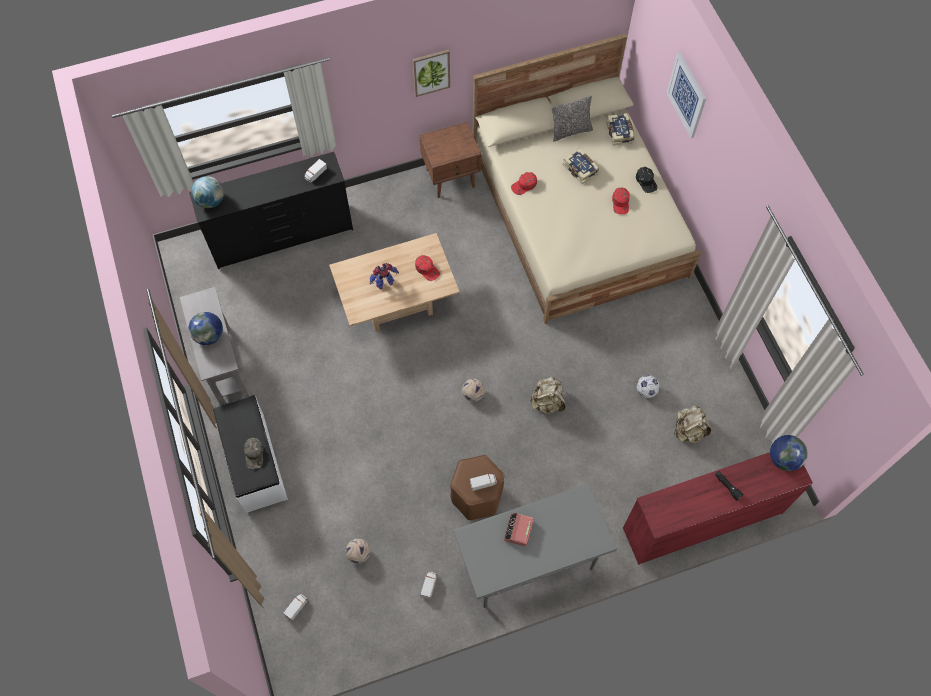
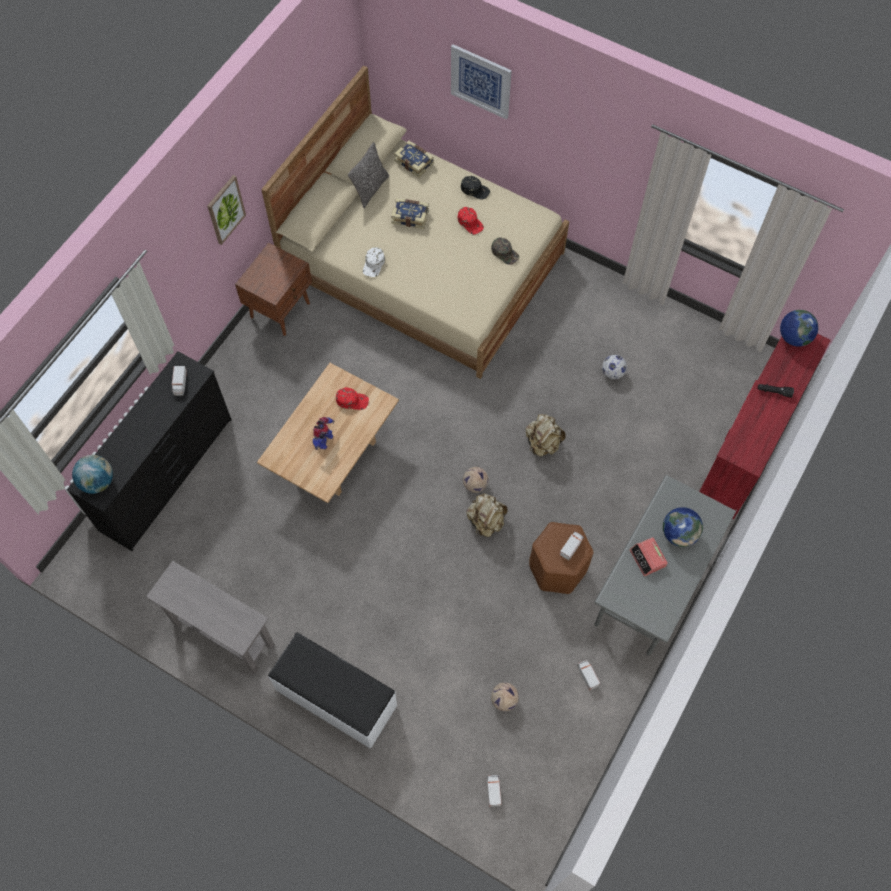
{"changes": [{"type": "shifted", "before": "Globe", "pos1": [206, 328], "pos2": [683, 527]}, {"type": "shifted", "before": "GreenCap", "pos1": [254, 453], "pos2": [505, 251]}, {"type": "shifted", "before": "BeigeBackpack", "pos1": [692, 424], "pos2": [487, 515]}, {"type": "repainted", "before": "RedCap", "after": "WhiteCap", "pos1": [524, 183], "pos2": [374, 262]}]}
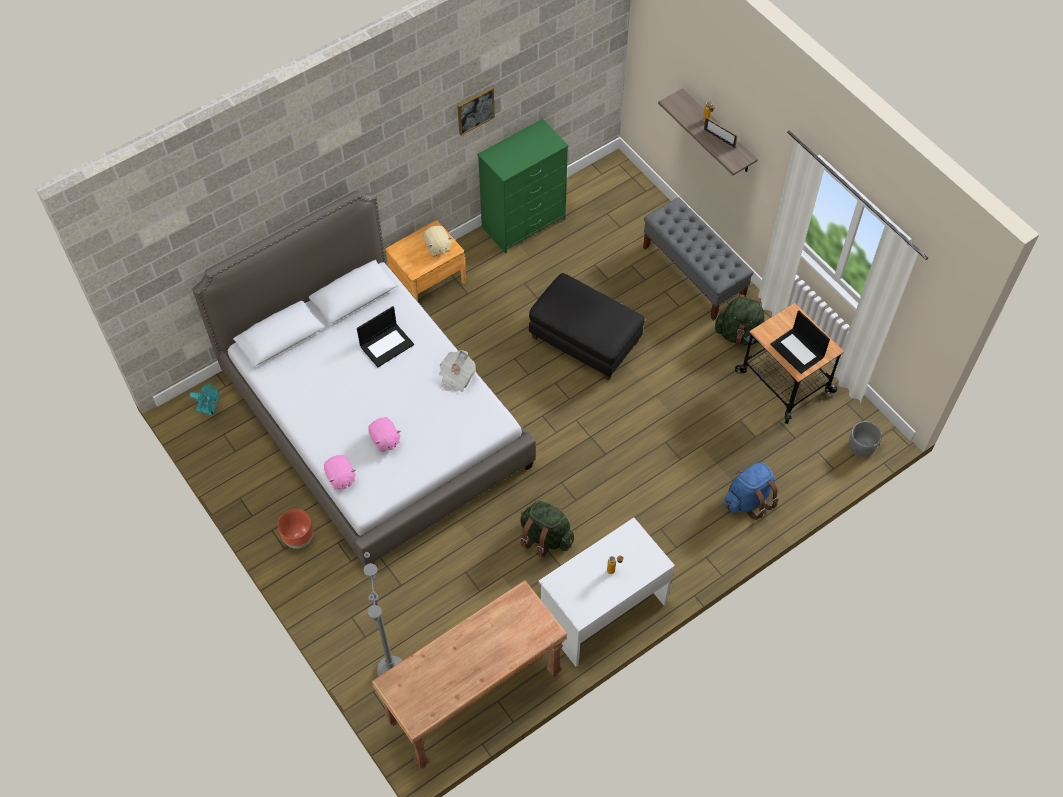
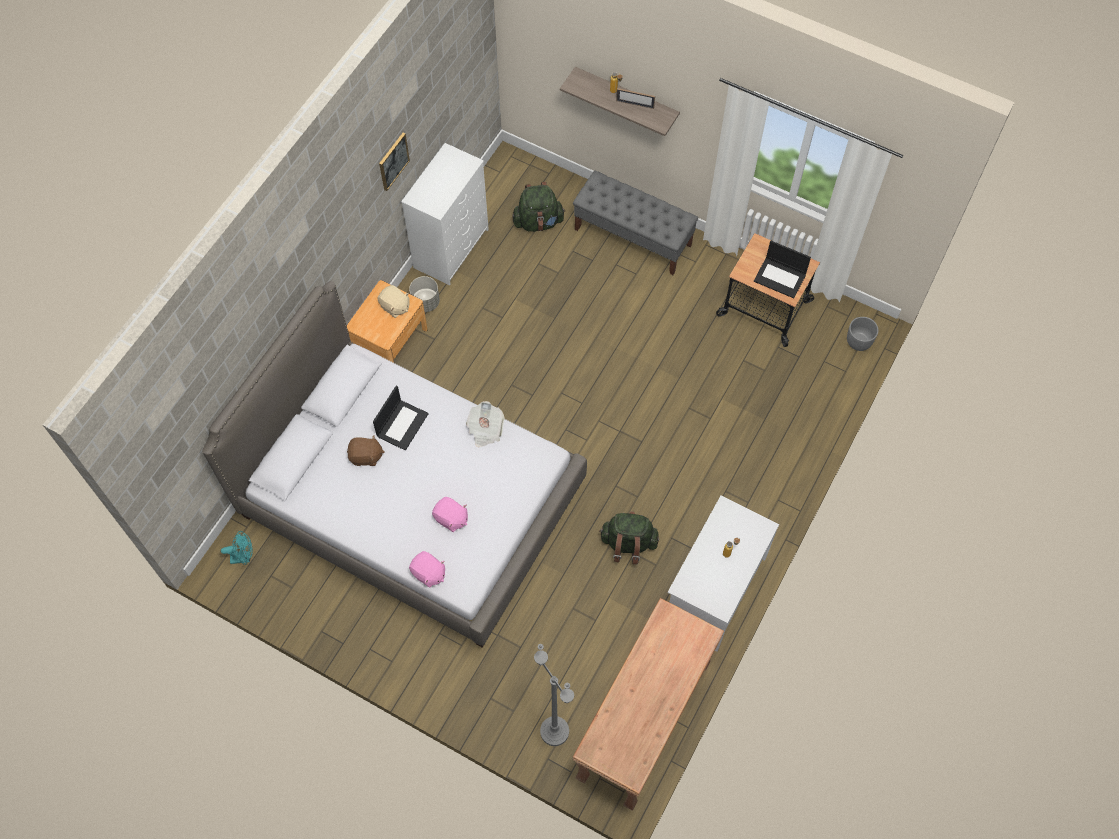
{"changes": [{"type": "gone", "before": "BrownPlanter", "pos1": [295, 529]}, {"type": "gone", "before": "BlackOttoman", "pos1": [586, 327]}, {"type": "gone", "before": "BlueBackpack", "pos1": [751, 491]}, {"type": "new", "after": "BrownPlushToy", "pos2": [366, 450]}, {"type": "new", "after": "GreyPlanter", "pos2": [424, 294]}, {"type": "shifted", "before": "GreenBackpack", "pos1": [740, 319], "pos2": [538, 207]}, {"type": "repainted", "before": "GreenDresser", "after": "WhiteDresser", "pos1": [523, 186], "pos2": [445, 214]}]}
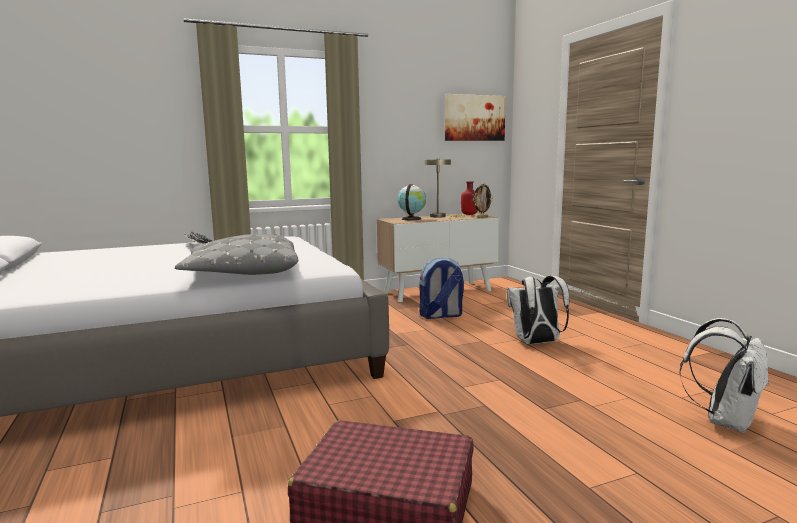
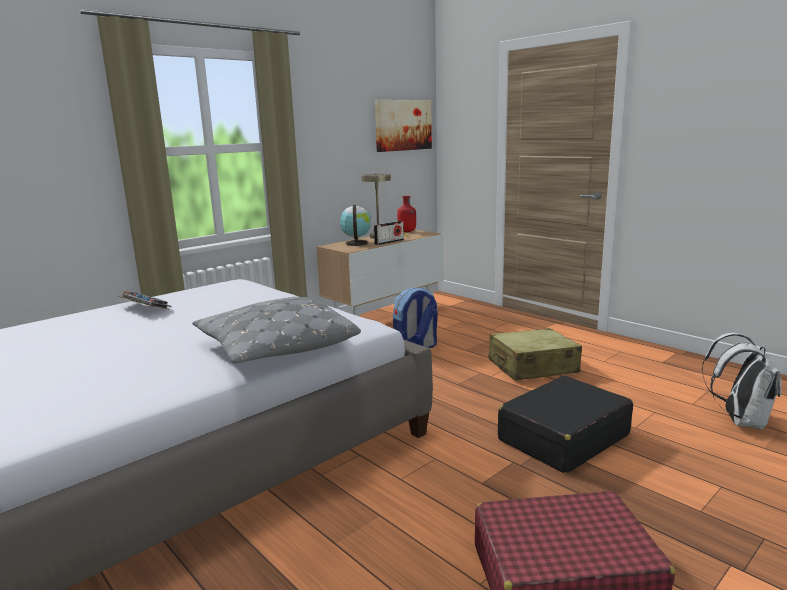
{"changes": [{"type": "gone", "before": "PictureFrame", "pos1": [483, 200]}, {"type": "new", "after": "Radio", "pos2": [389, 233]}, {"type": "new", "after": "BlackSuitcase", "pos2": [565, 424]}, {"type": "swapped", "before": "WhiteBackpack", "after": "BeigeSuitcase", "pos1": [538, 310], "pos2": [535, 354]}]}
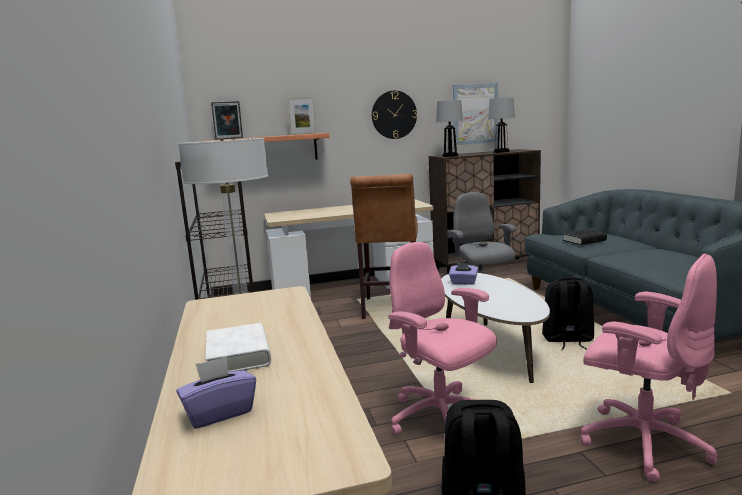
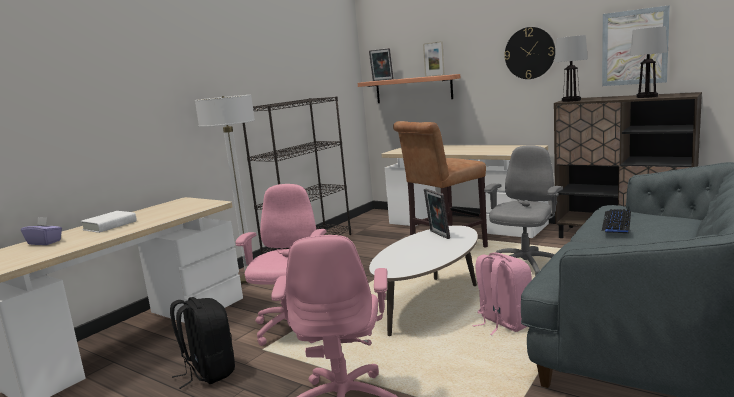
{"changes": [{"type": "swapped", "before": "PurpleTissueBox", "after": "PictureFrame", "pos1": [463, 274], "pos2": [437, 214]}, {"type": "swapped", "before": "BlackBook", "after": "Keyboard", "pos1": [585, 237], "pos2": [616, 221]}, {"type": "repainted", "before": "BlackBackpack", "after": "PinkBackpack", "pos1": [568, 313], "pos2": [502, 293]}]}
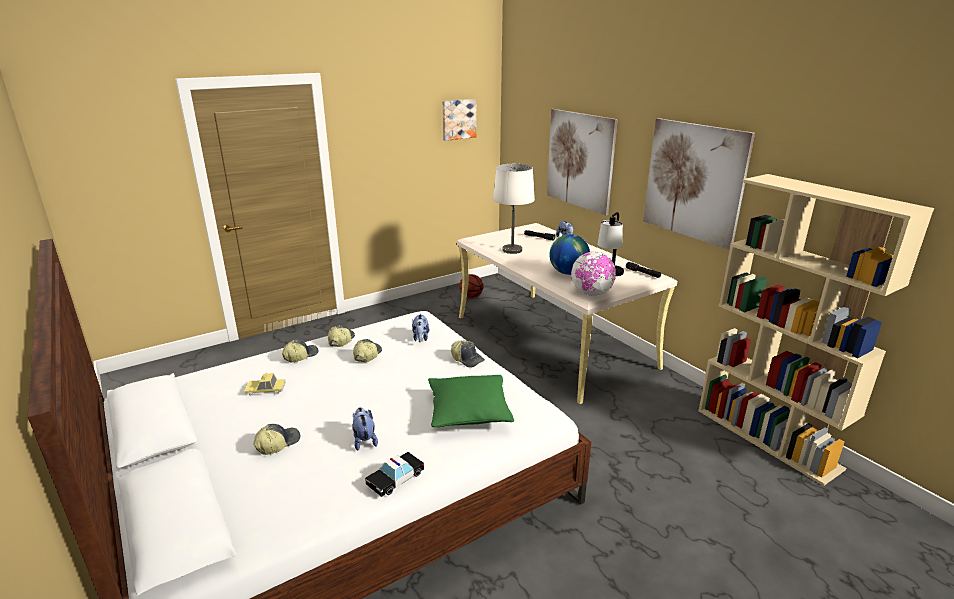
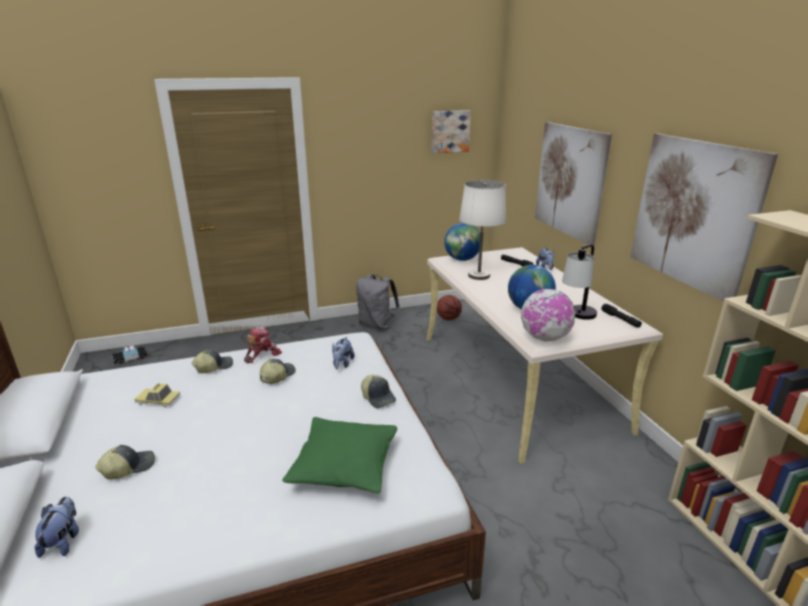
{"changes": [{"type": "new", "after": "GreyBackpack", "pos2": [378, 302]}, {"type": "new", "after": "Globe", "pos2": [462, 242]}, {"type": "shifted", "before": "PlushToy", "pos1": [365, 428], "pos2": [56, 527]}, {"type": "shifted", "before": "ToyCar", "pos1": [394, 474], "pos2": [129, 355]}, {"type": "swapped", "before": "Cap", "after": "ToyRobot", "pos1": [341, 336], "pos2": [263, 344]}]}
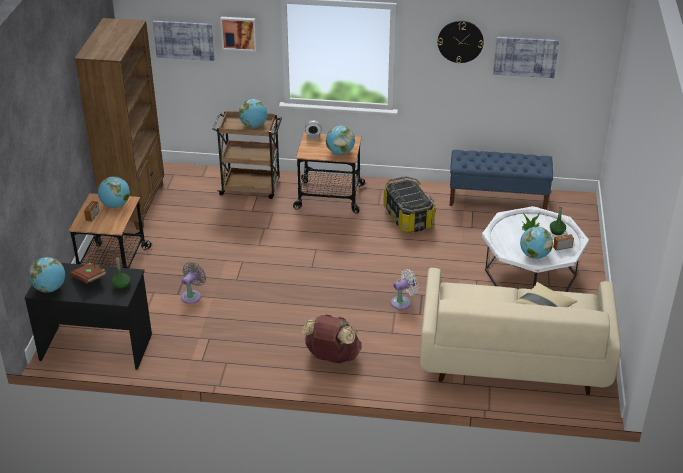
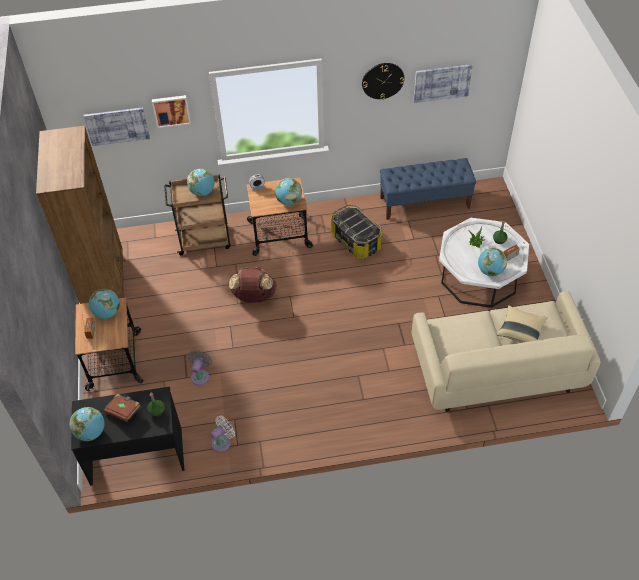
{"changes": [{"type": "shifted", "before": "BrownBackpack", "pos1": [332, 338], "pos2": [253, 285]}, {"type": "shifted", "before": "WhiteFan", "pos1": [404, 289], "pos2": [223, 433]}]}
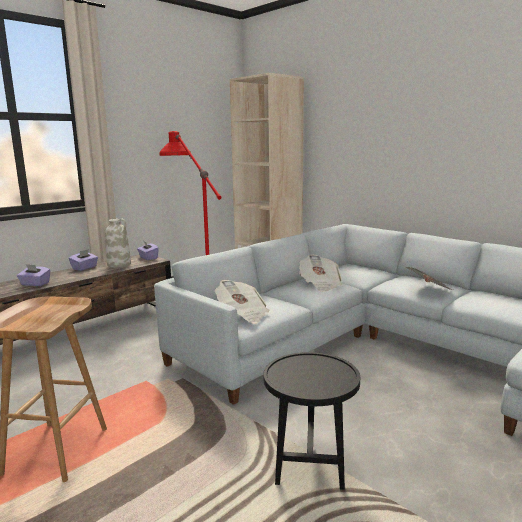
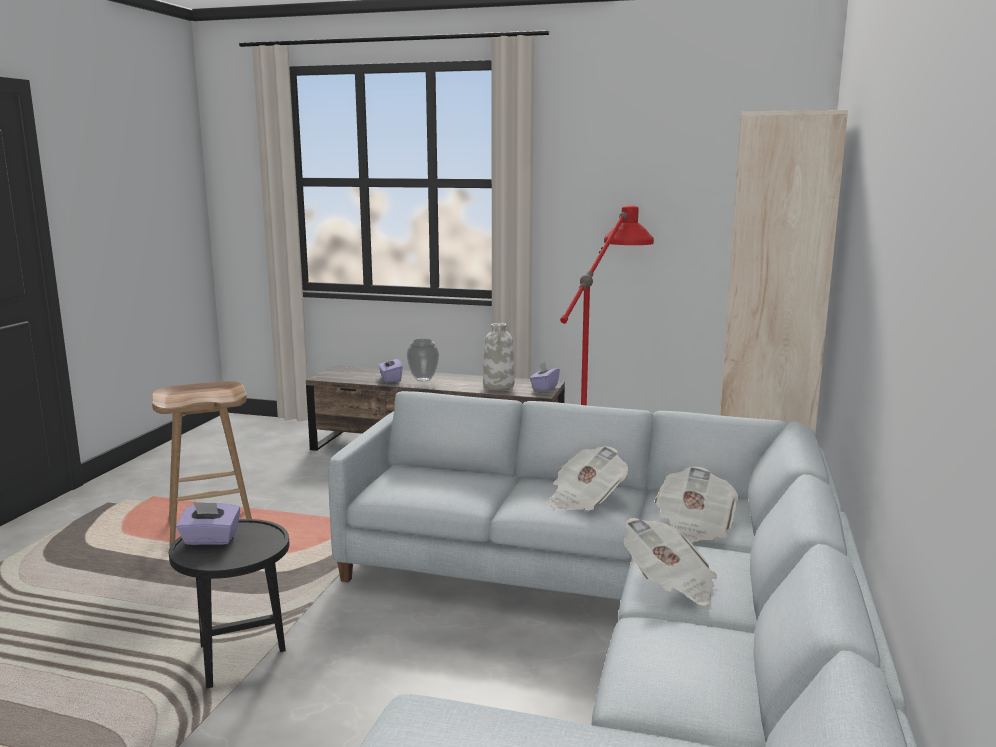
{"changes": [{"type": "new", "after": "Vase", "pos2": [423, 360]}, {"type": "shifted", "before": "PurpleTissueBox", "pos1": [83, 260], "pos2": [208, 523]}, {"type": "shifted", "before": "Newspaper", "pos1": [242, 302], "pos2": [696, 504]}]}
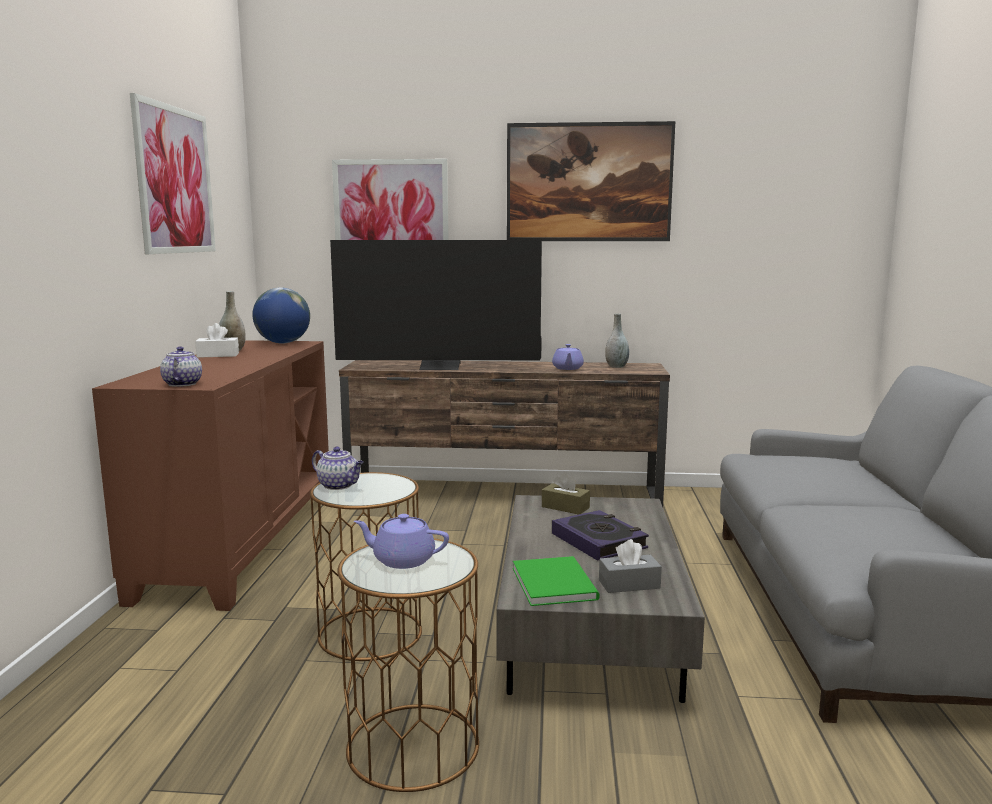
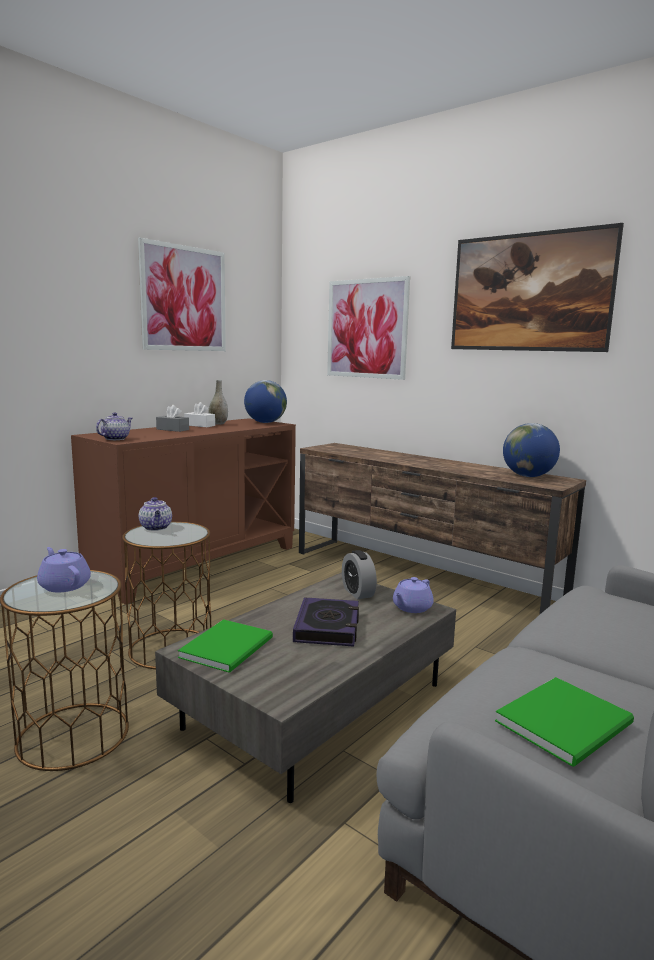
{"changes": [{"type": "gone", "before": "Television", "pos1": [436, 305]}, {"type": "new", "after": "GreenBook", "pos2": [564, 722]}, {"type": "shifted", "before": "PurpleTeapot", "pos1": [568, 357], "pos2": [413, 595]}, {"type": "shifted", "before": "GreyTissueBox", "pos1": [630, 566], "pos2": [172, 418]}, {"type": "swapped", "before": "BrownTissueBox", "after": "AlarmClock", "pos1": [566, 494], "pos2": [359, 574]}, {"type": "swapped", "before": "GreyVase", "after": "Globe", "pos1": [617, 340], "pos2": [531, 450]}]}
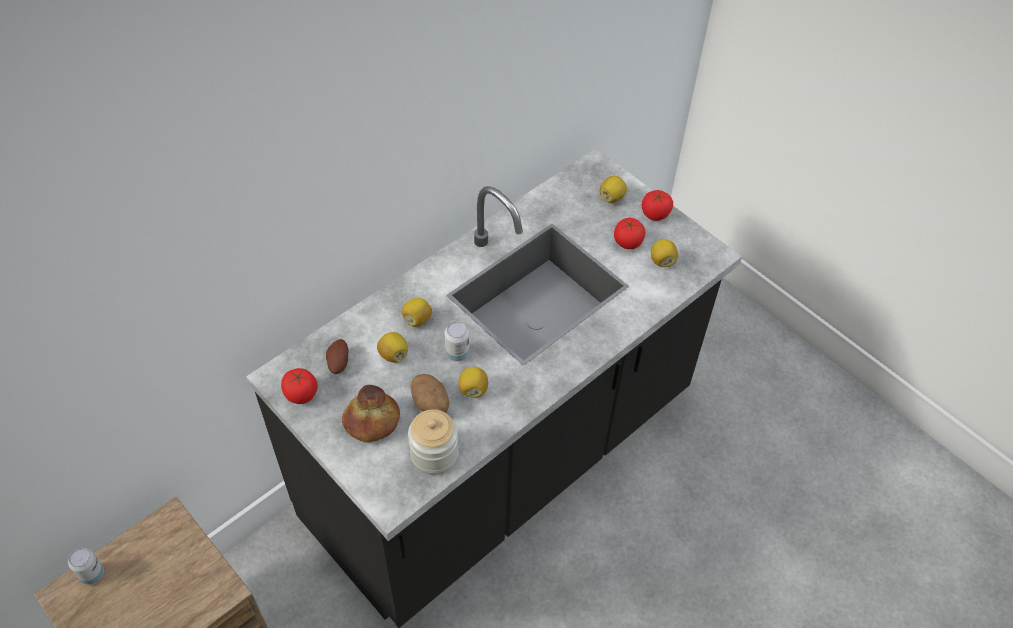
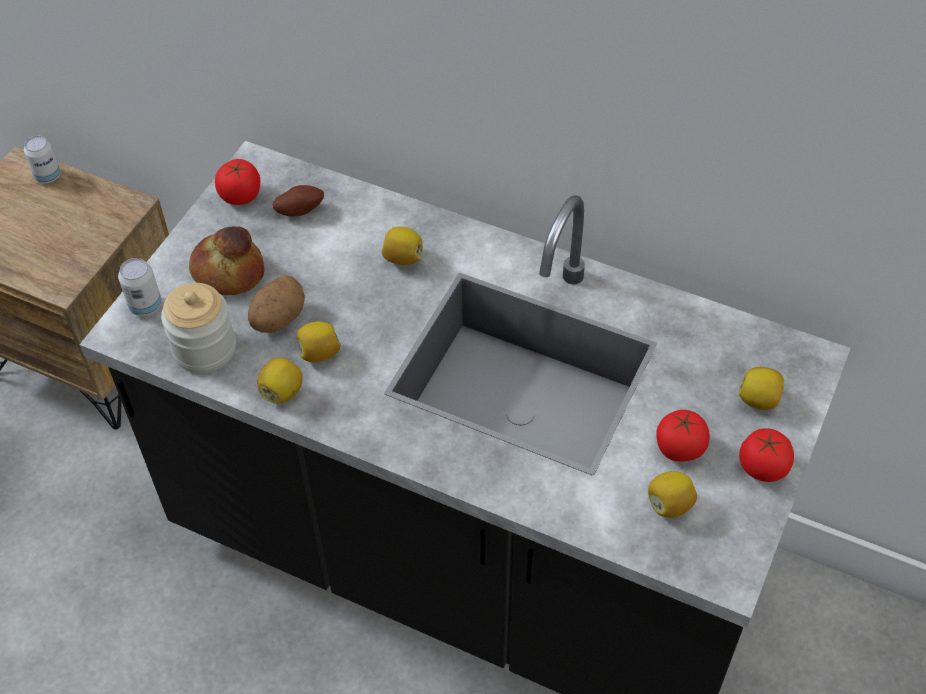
{"changes": [{"type": "shifted", "before": "Lemon", "pos1": [392, 347], "pos2": [280, 381]}, {"type": "shifted", "before": "Can", "pos1": [457, 342], "pos2": [140, 287]}]}
